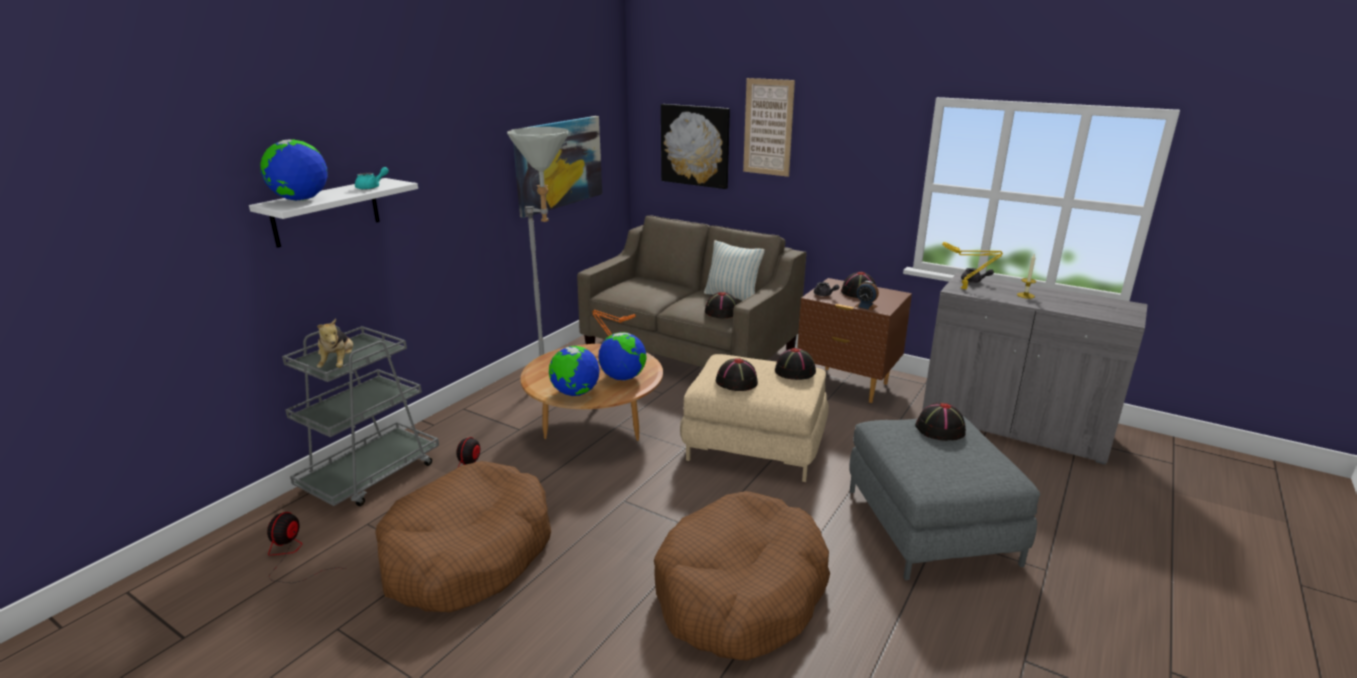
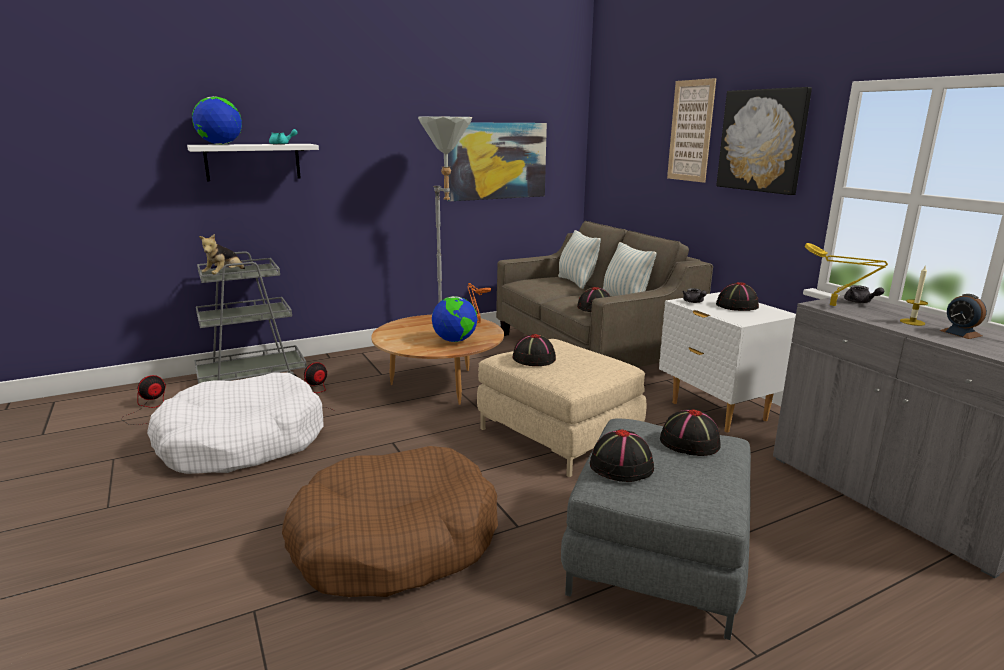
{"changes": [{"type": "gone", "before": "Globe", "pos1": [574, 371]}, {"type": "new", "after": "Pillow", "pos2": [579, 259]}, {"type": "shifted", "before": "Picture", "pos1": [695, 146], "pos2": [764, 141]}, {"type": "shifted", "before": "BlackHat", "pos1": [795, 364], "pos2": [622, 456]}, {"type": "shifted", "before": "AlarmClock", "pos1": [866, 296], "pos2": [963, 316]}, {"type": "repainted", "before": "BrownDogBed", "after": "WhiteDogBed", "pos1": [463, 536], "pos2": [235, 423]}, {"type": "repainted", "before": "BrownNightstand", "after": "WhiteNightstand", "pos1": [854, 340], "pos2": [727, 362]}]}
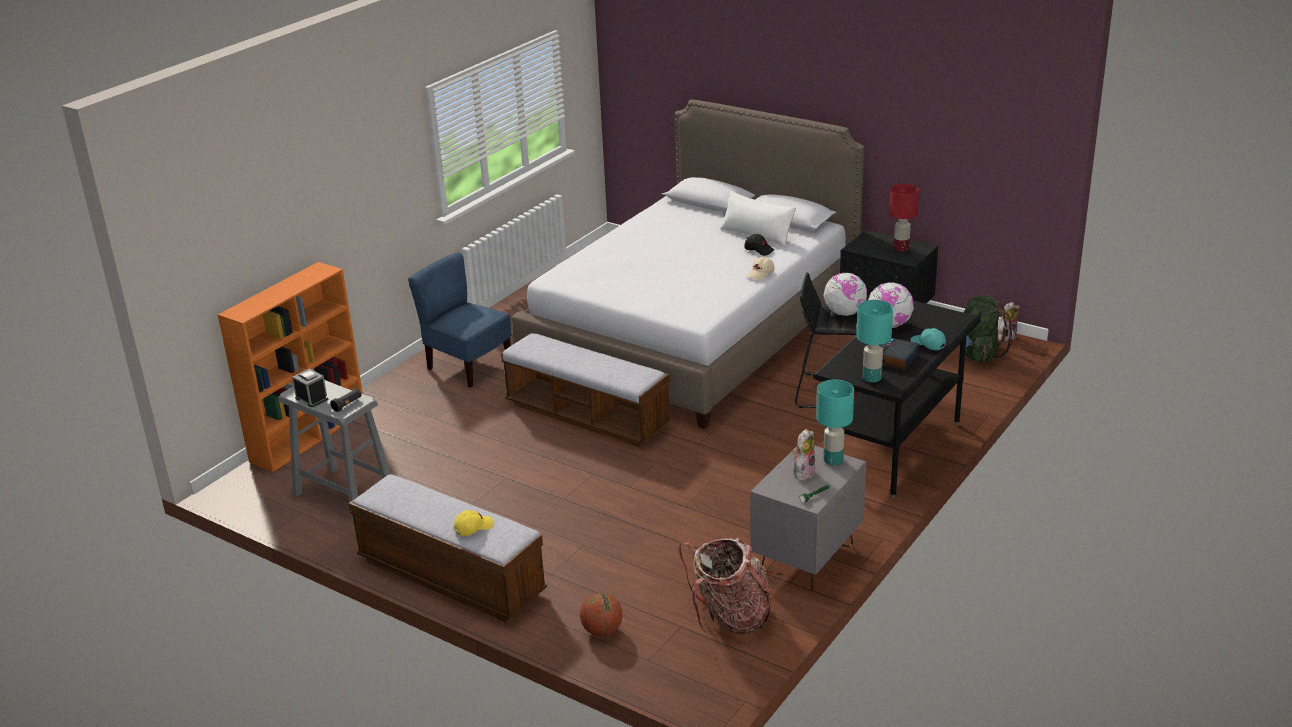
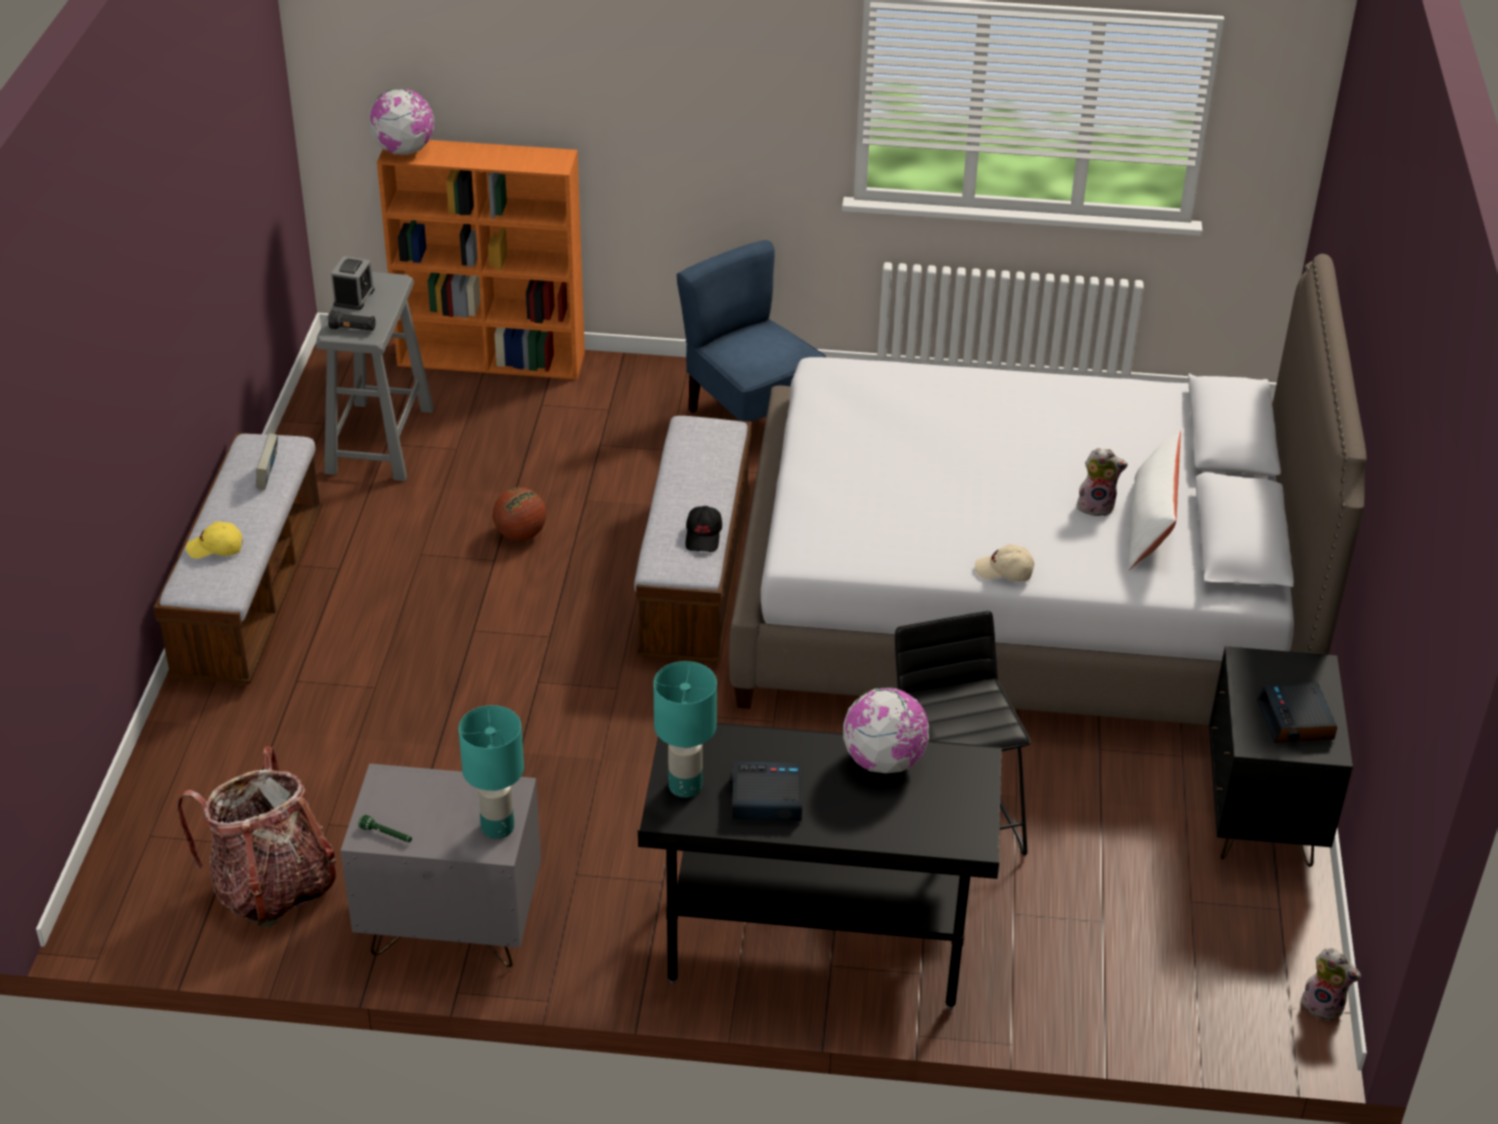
{"changes": [{"type": "gone", "before": "TurquoiseCap", "pos1": [928, 339]}, {"type": "gone", "before": "GreenBackpack", "pos1": [989, 329]}, {"type": "new", "after": "Book", "pos2": [267, 461]}, {"type": "shifted", "before": "Basketball", "pos1": [601, 614], "pos2": [519, 514]}, {"type": "shifted", "before": "BlackCap", "pos1": [759, 245], "pos2": [703, 529]}, {"type": "shifted", "before": "PlushToy", "pos1": [804, 455], "pos2": [1102, 482]}, {"type": "shifted", "before": "Globe", "pos1": [845, 294], "pos2": [401, 122]}, {"type": "swapped", "before": "RedTableLamp", "after": "AlarmClock", "pos1": [904, 218], "pos2": [1297, 712]}, {"type": "rotated", "before": "BlueChair", "pos1": [459, 320], "pos2": [751, 331], "turn": -45}, {"type": "rotated", "before": "YellowCap", "pos1": [473, 523], "pos2": [214, 540], "turn": 150}]}
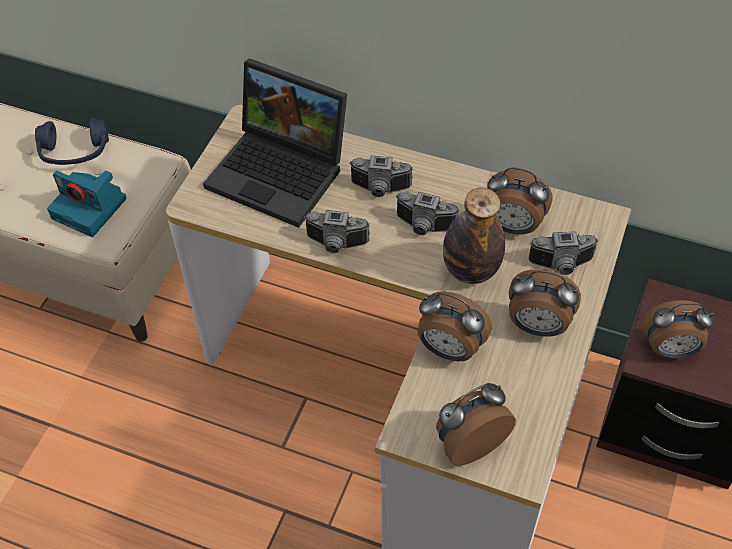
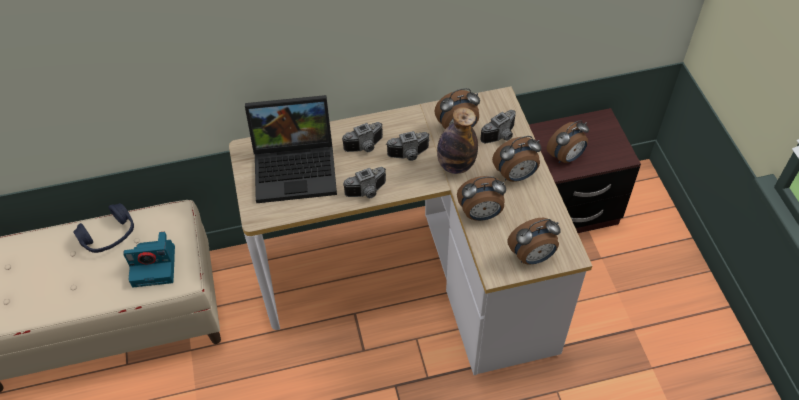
{"changes": [{"type": "rotated", "before": "AlarmClock", "pos1": [476, 424], "pos2": [534, 241], "turn": -135}]}
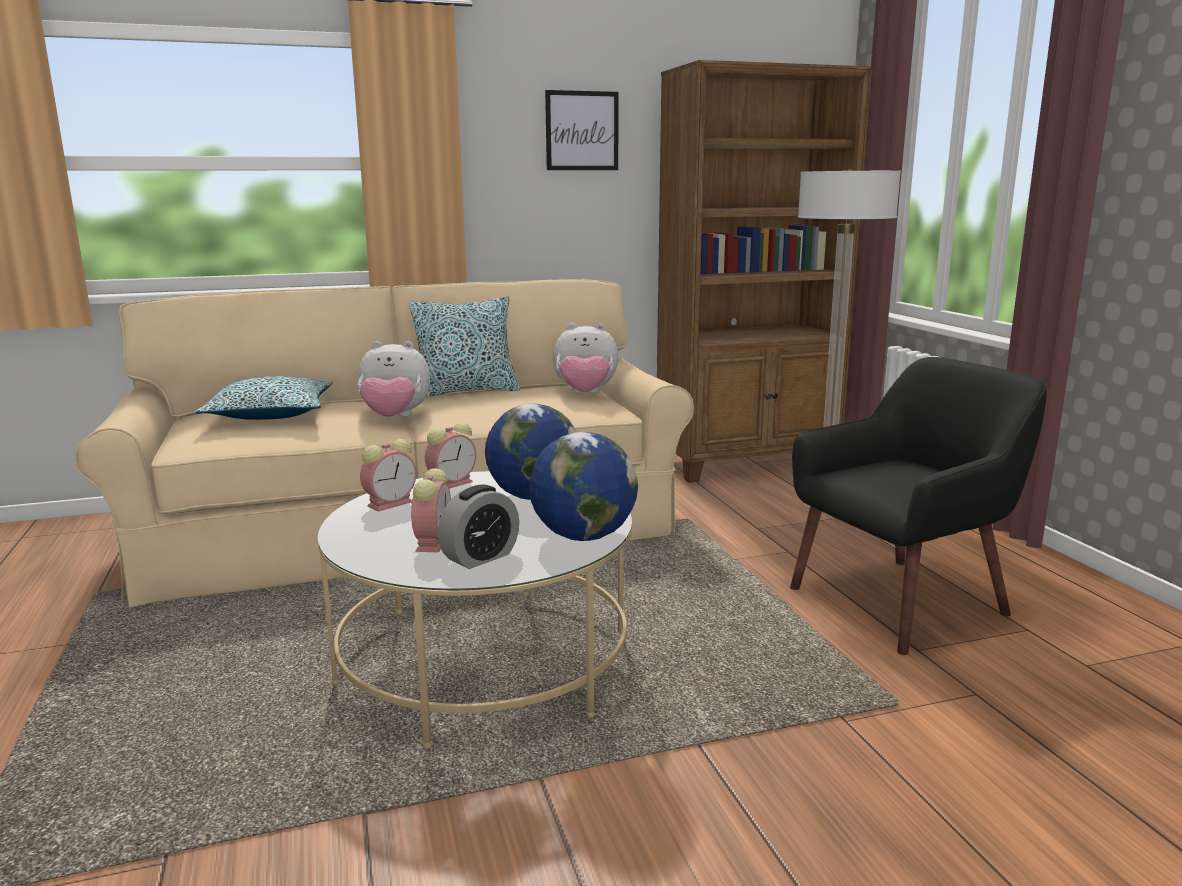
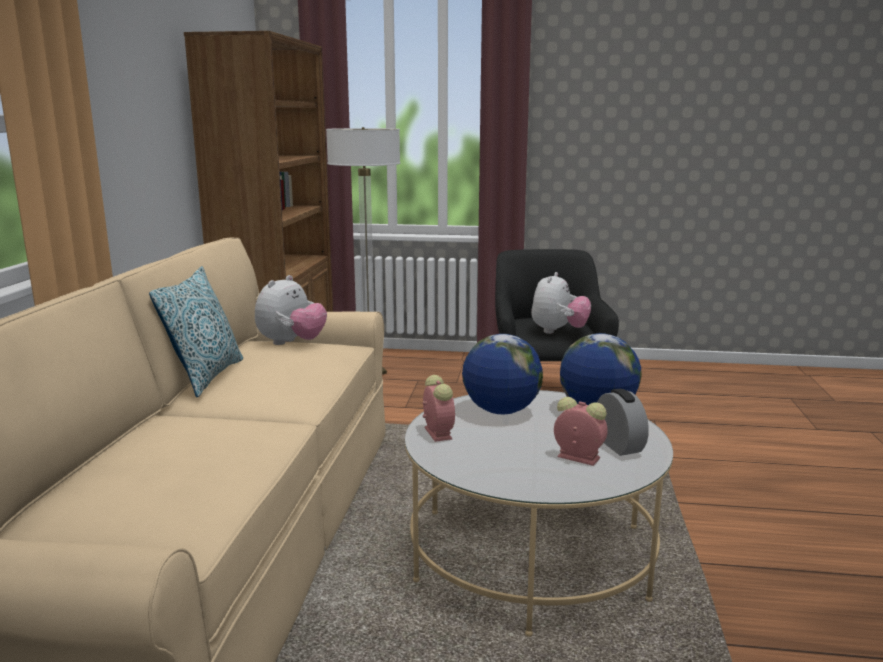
{"changes": [{"type": "gone", "before": "Pillow", "pos1": [264, 398]}, {"type": "gone", "before": "AlarmClock", "pos1": [388, 475]}, {"type": "gone", "before": "Picture", "pos1": [582, 130]}, {"type": "shifted", "before": "PlushToy", "pos1": [394, 379], "pos2": [561, 303]}]}
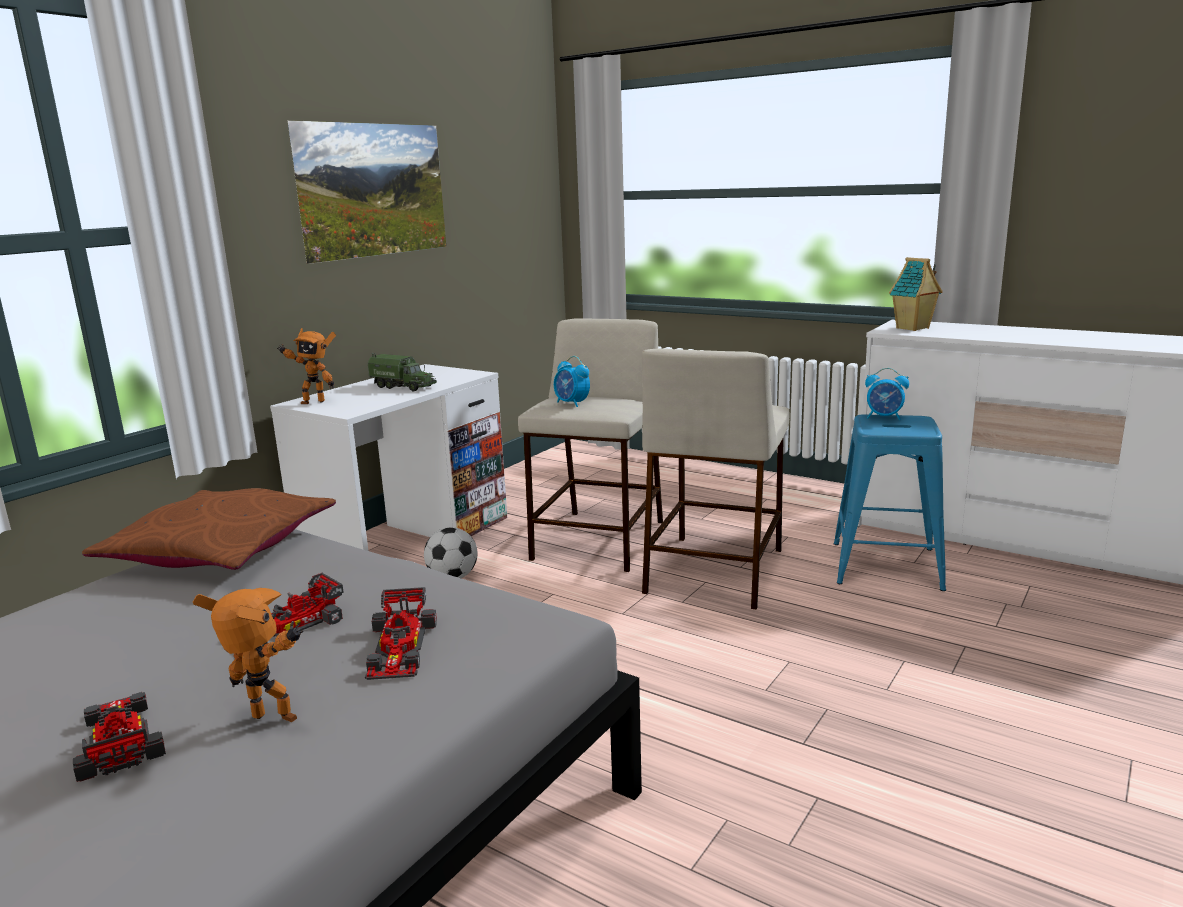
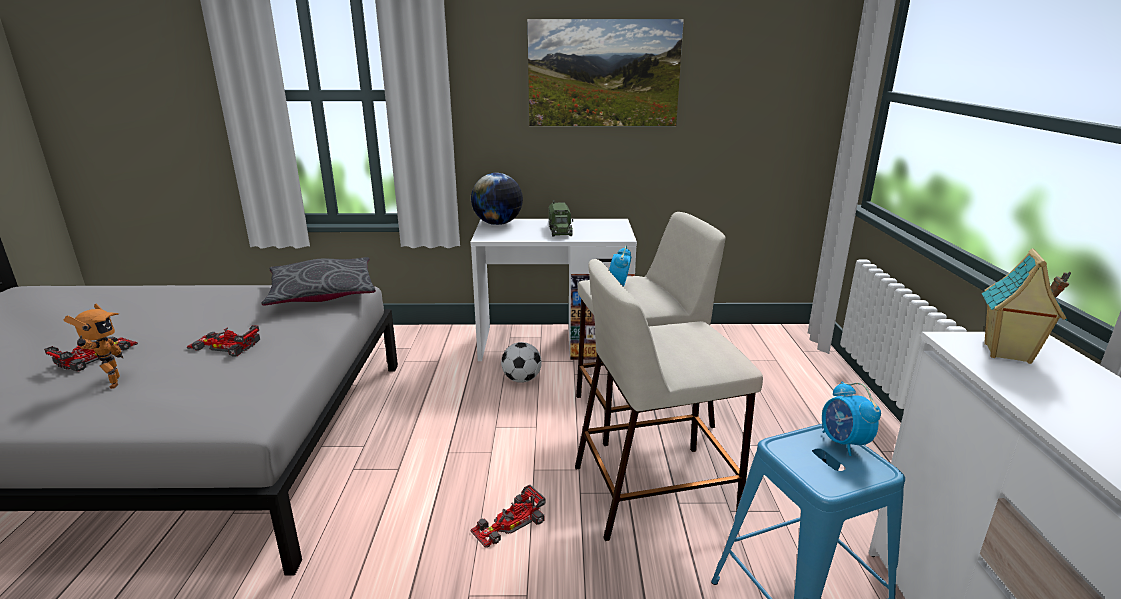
{"changes": [{"type": "shifted", "before": "ToyCar", "pos1": [401, 633], "pos2": [508, 516]}, {"type": "swapped", "before": "ToyRobot", "after": "Globe", "pos1": [306, 366], "pos2": [497, 199]}, {"type": "repainted", "before": "BrownPillow", "after": "GreyPillow", "pos1": [209, 529], "pos2": [318, 281]}]}
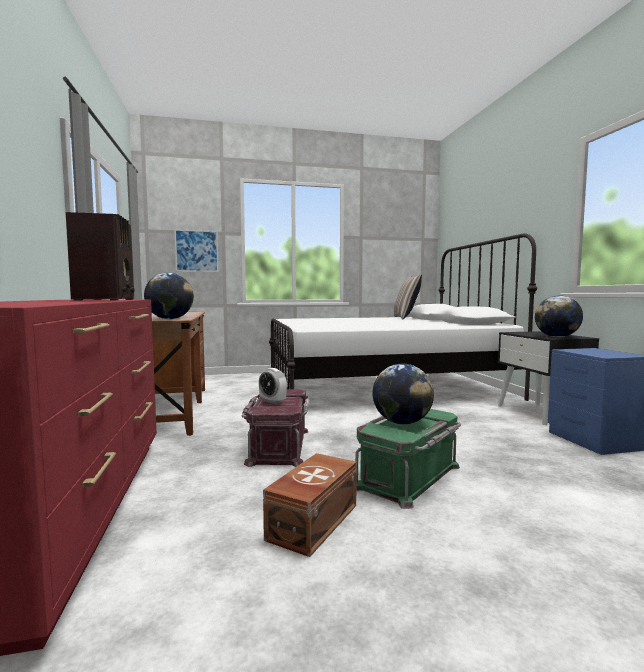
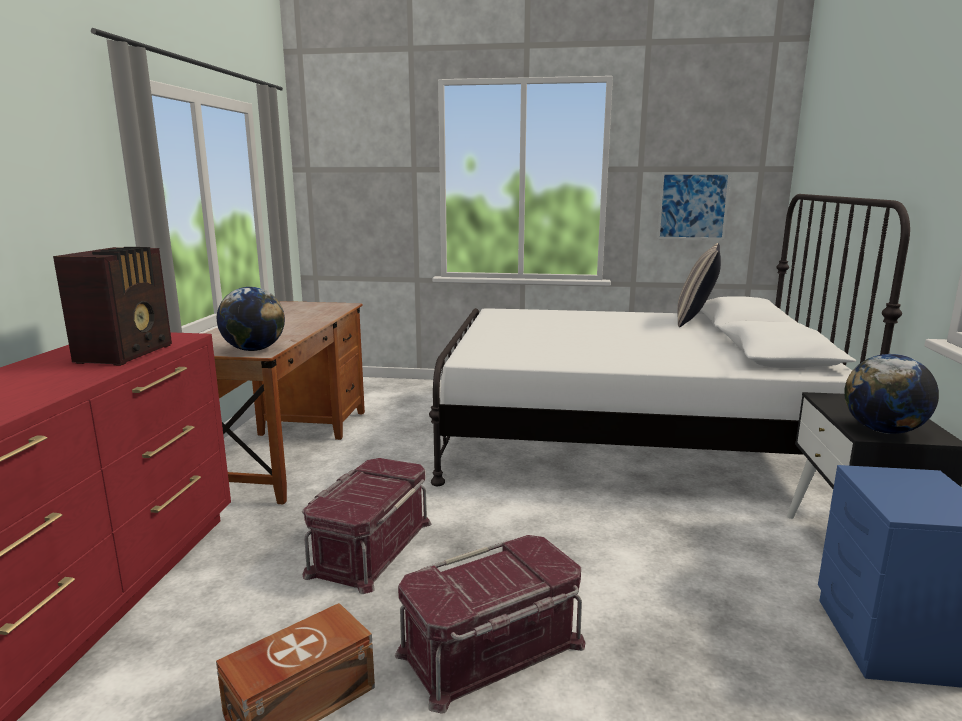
{"changes": [{"type": "gone", "before": "AlarmClock", "pos1": [273, 386]}, {"type": "gone", "before": "Globe", "pos1": [403, 394]}, {"type": "shifted", "before": "Picture", "pos1": [196, 250], "pos2": [694, 206]}, {"type": "repainted", "before": "GreenStorageBox", "after": "RedStorageBox", "pos1": [408, 459], "pos2": [490, 624]}]}
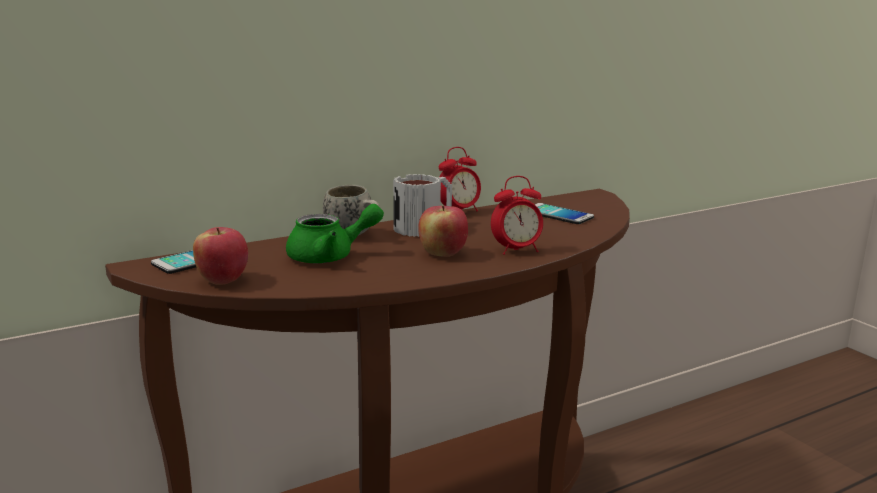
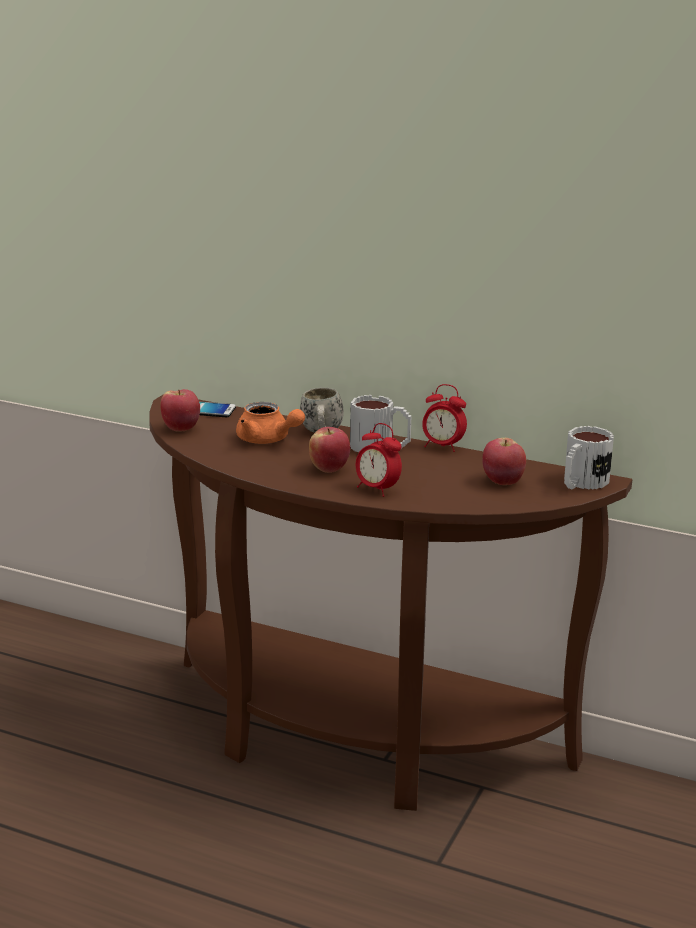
{"changes": [{"type": "new", "after": "Mug", "pos2": [589, 458]}, {"type": "swapped", "before": "Phone", "after": "Apple", "pos1": [564, 213], "pos2": [504, 461]}, {"type": "repainted", "before": "GreenTeapot", "after": "OrangeTeapot", "pos1": [335, 234], "pos2": [270, 423]}]}
